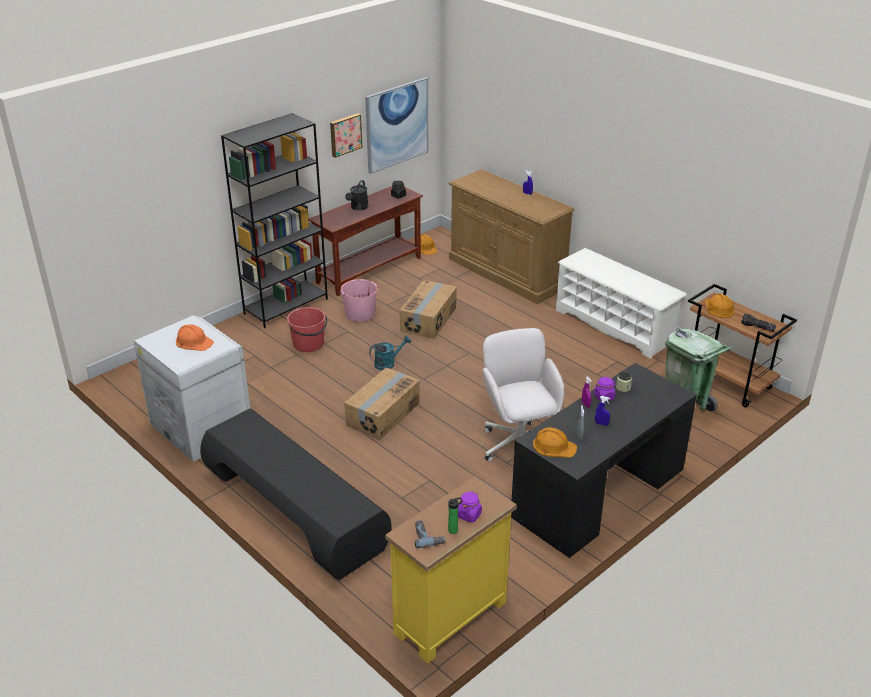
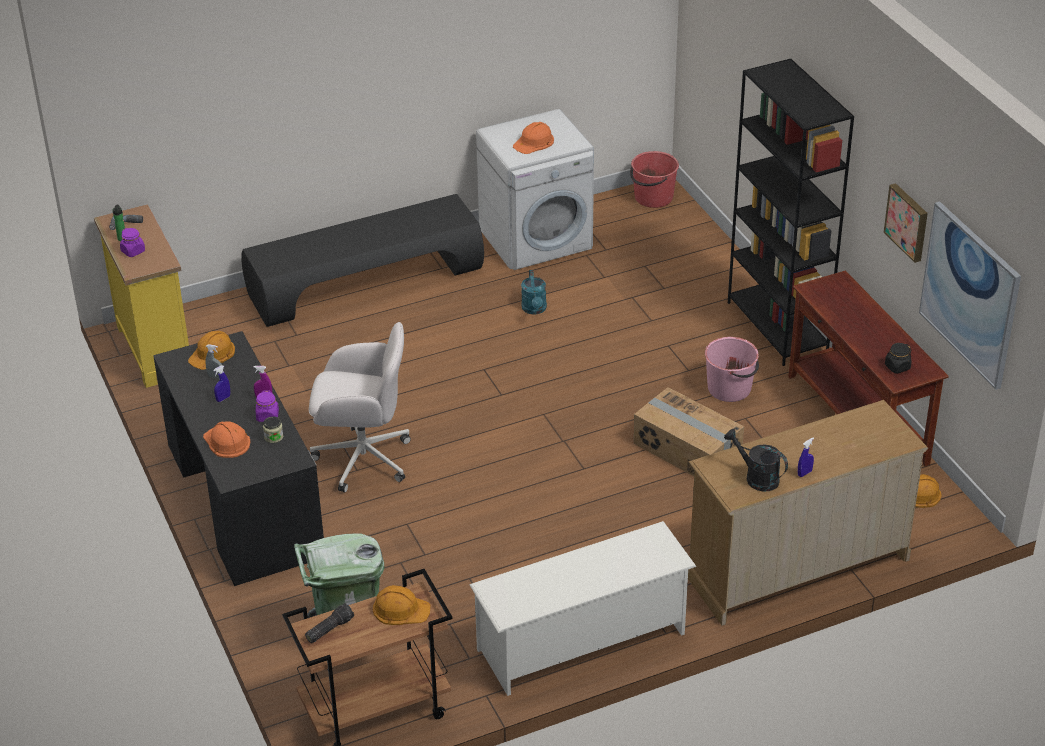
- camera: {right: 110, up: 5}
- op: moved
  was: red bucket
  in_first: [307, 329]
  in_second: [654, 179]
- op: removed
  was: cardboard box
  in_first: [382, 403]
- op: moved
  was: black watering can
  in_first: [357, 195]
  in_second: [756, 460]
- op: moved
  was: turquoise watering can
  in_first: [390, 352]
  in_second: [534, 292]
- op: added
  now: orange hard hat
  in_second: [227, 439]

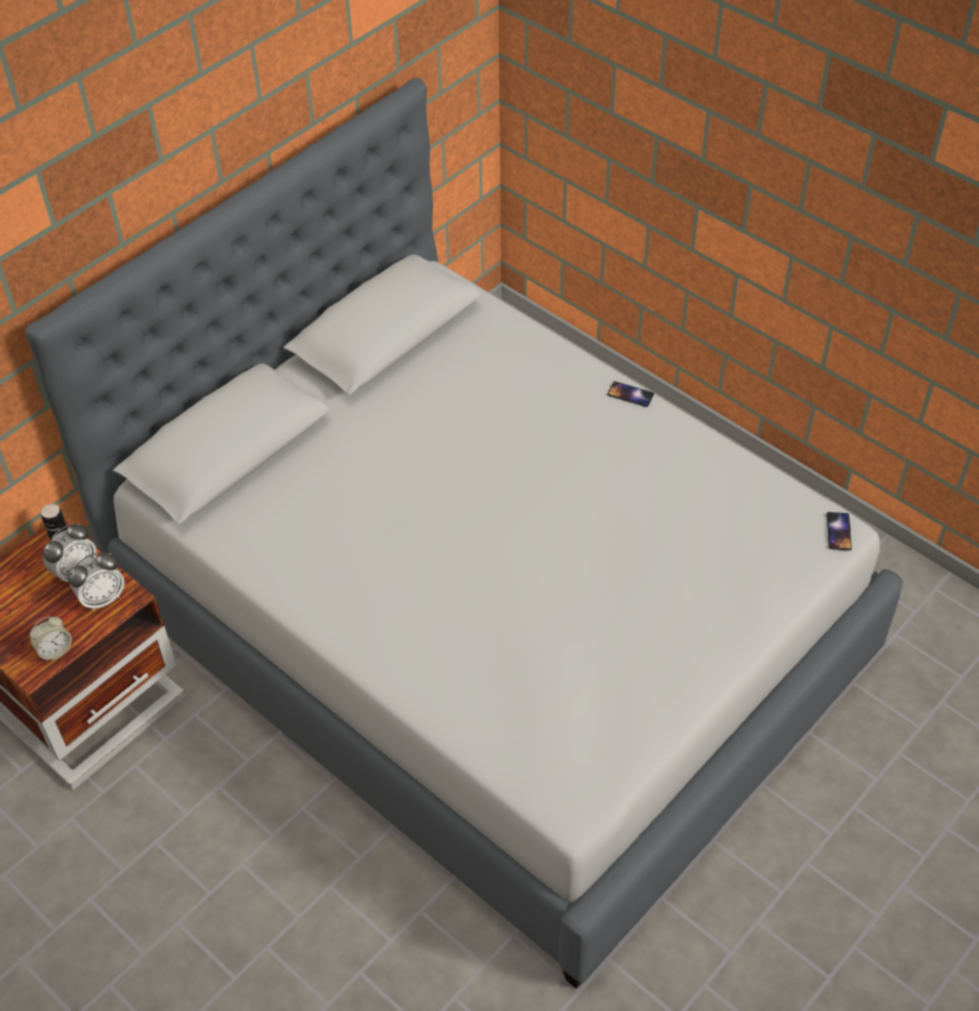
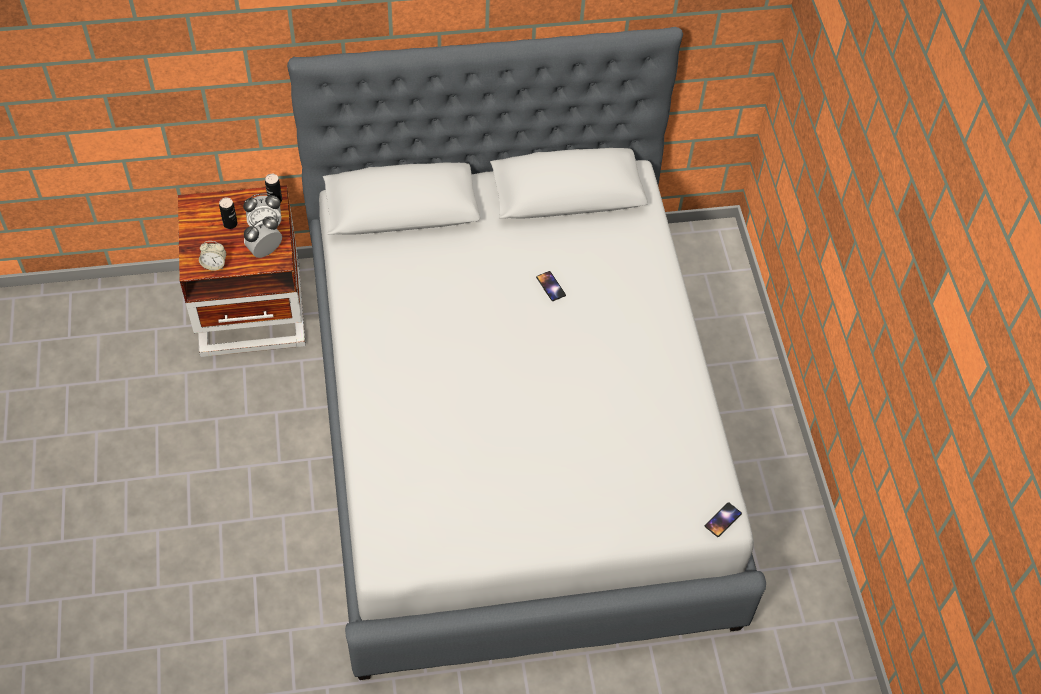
- camera: {right: 35, up: 5}
- op: turned
  was: alarm clock
  in_first: [96, 582]
  in_second: [263, 237]
  clockwise: 135
- op: moved
  was: phone
  in_first: [630, 394]
  in_second: [551, 286]
- op: added
  now: can
  in_second: [228, 213]

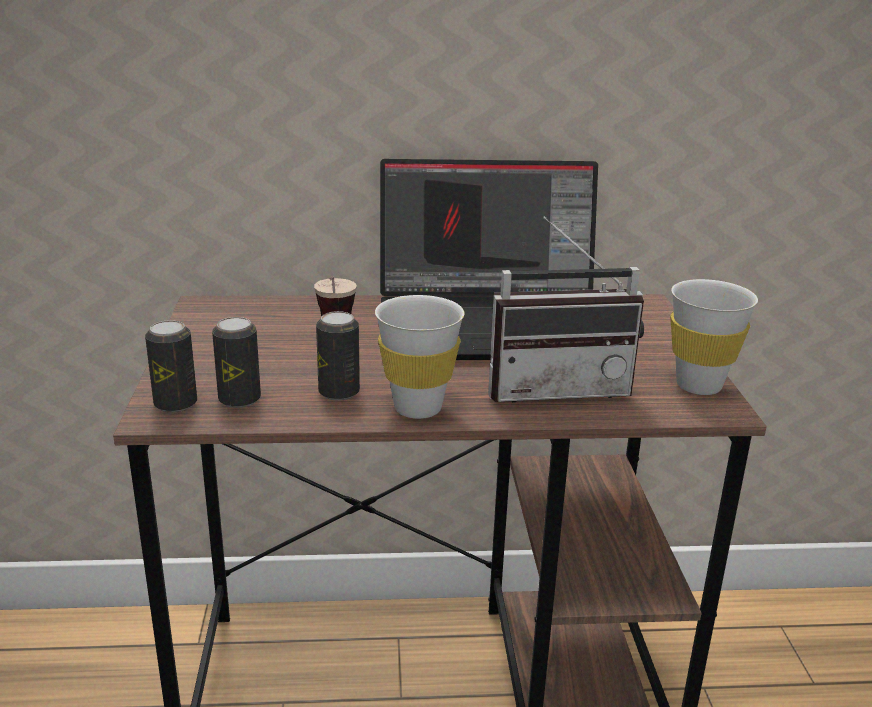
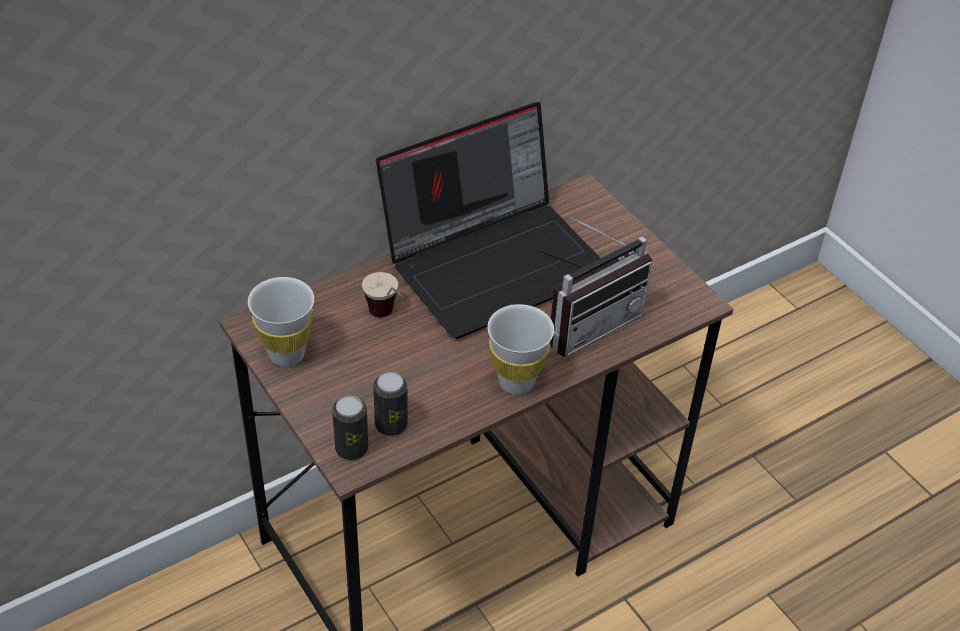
- camera: {right: -30, up: 20}
- op: removed
  was: can
  in_first: [338, 356]
- op: moved
  was: white cup
  in_first: [714, 337]
  in_second: [281, 322]

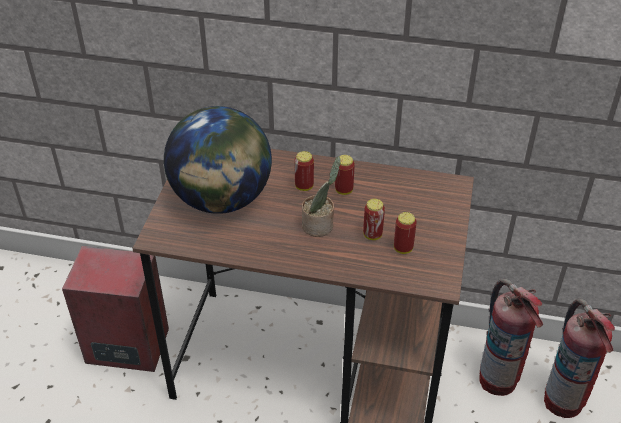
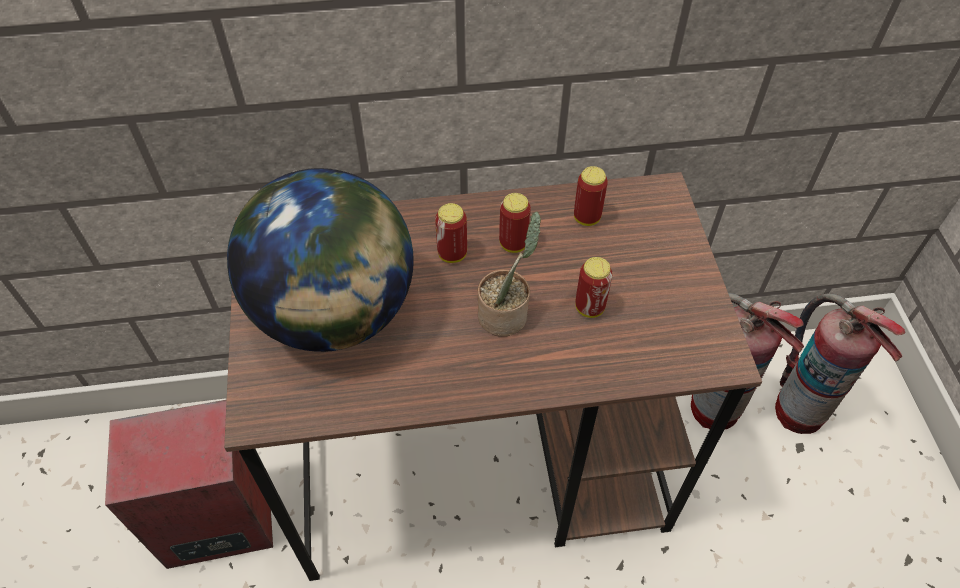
- camera: {right: -20, up: 10}
- op: moved
  was: can
  in_first: [405, 233]
  in_second: [591, 196]

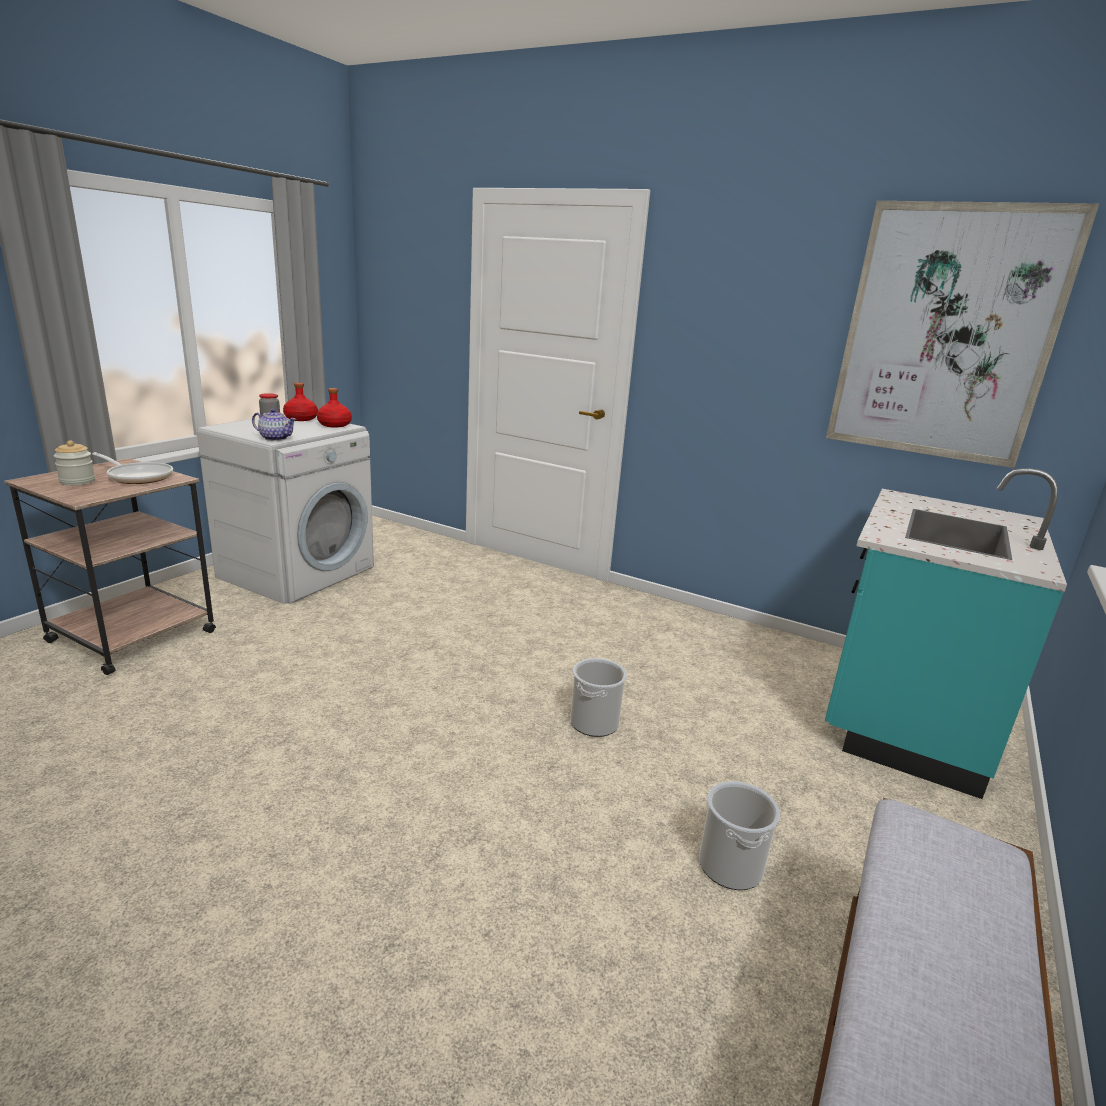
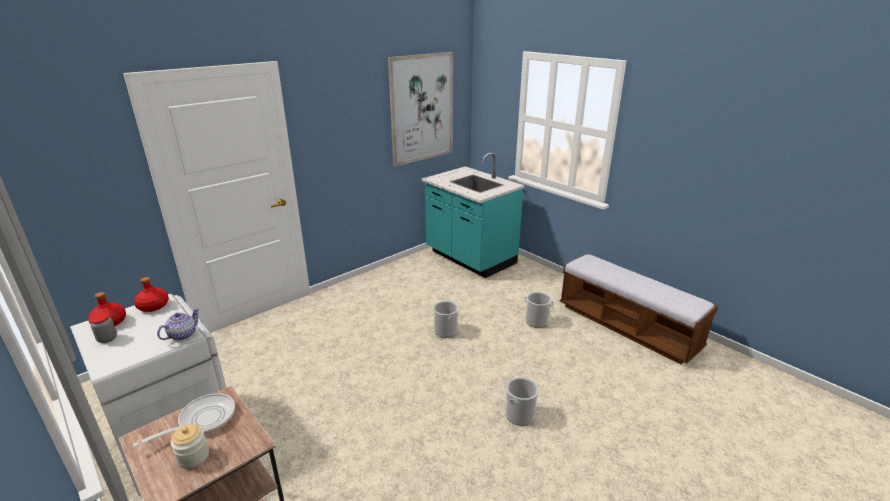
- camera: {right: -70, up: 5}
- op: added
  now: bucket
  in_second: [522, 401]

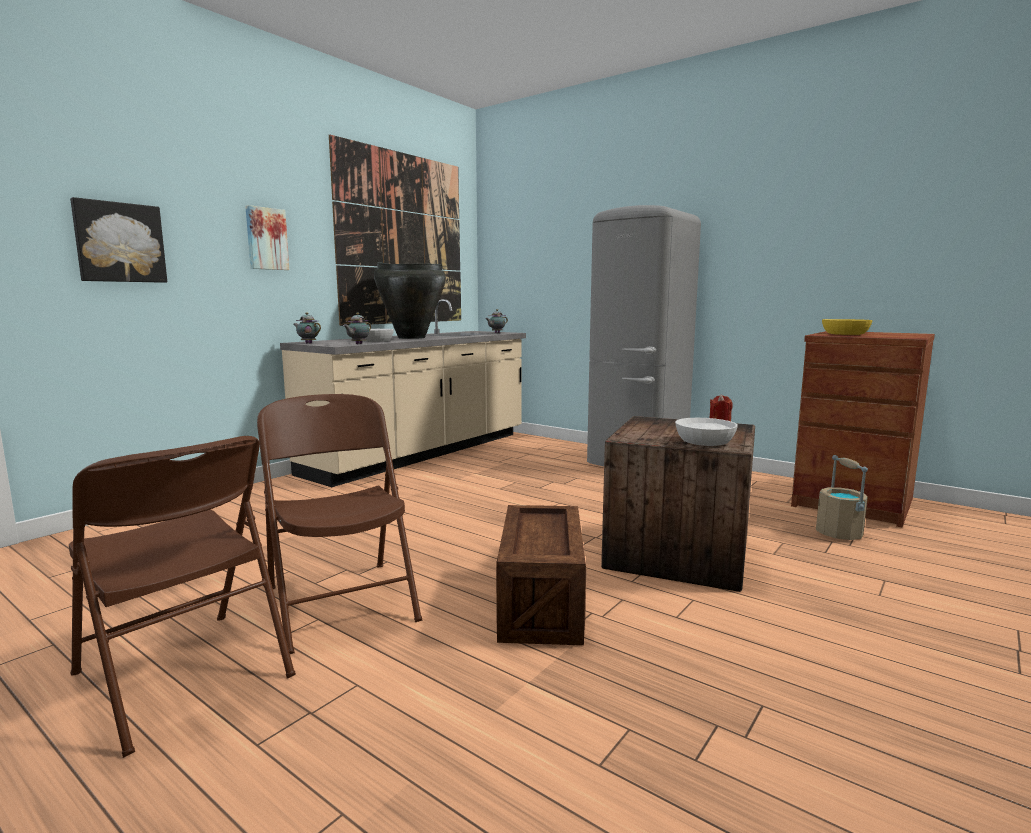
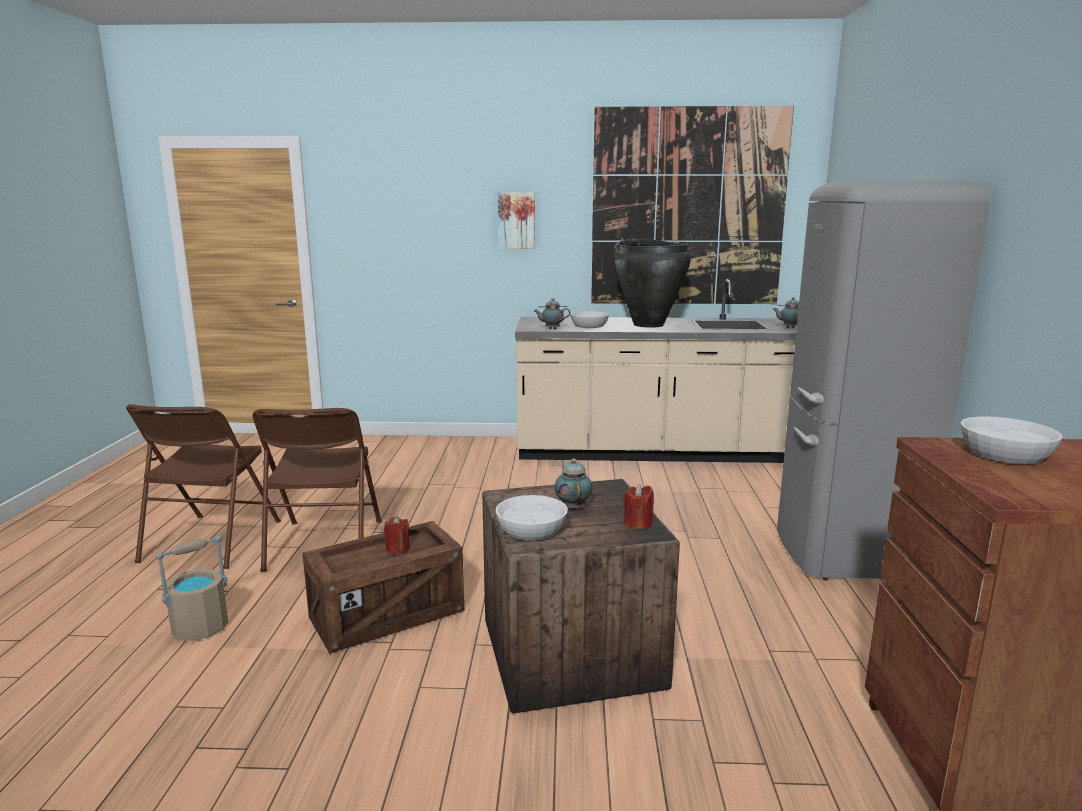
- camera: {right: 55, up: 5}
- op: removed
  was: picture
  in_first: [118, 240]
- op: turned
  was: brown chair
  in_first: [339, 524]
  in_second: [317, 490]
  clockwise: 150
- op: moved
  was: teapot
  in_first: [307, 328]
  in_second: [573, 484]
- op: moved
  was: beige bucket
  in_first: [842, 497]
  in_second: [192, 588]
- op: recoloured
  was: yellow bowl
  now: white bowl
  in_first: [847, 327]
  in_second: [1011, 440]
- op: added
  now: red candle
  in_second: [396, 535]

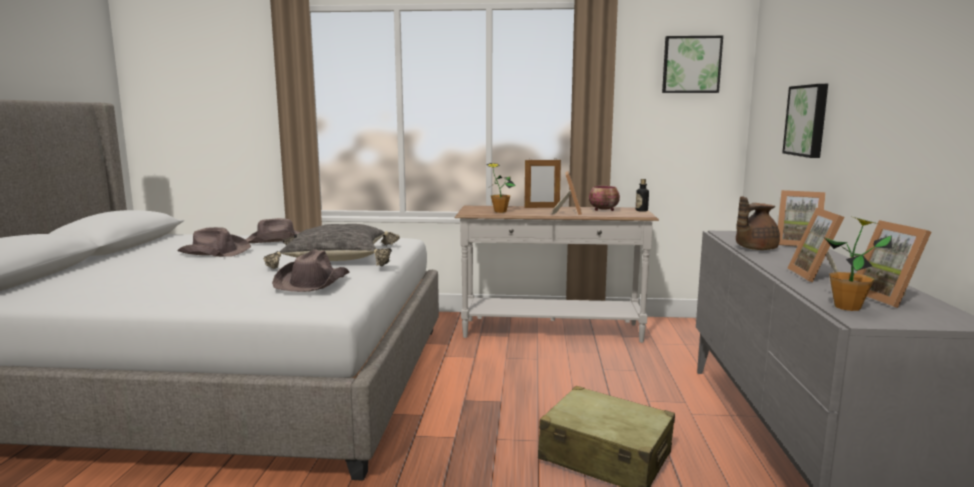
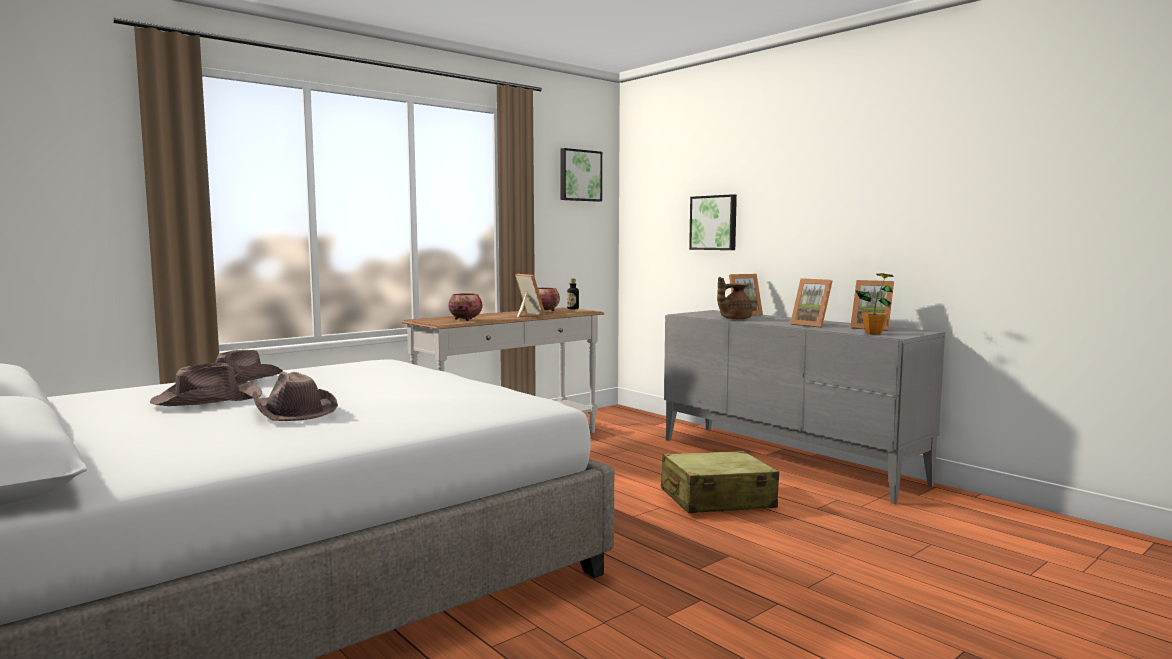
- camera: {right: -45, up: -5}
- op: removed
  was: pillow
  in_first: [332, 246]
- op: moved
  was: brown hat
  in_first: [311, 270]
  in_second: [295, 396]
- op: replaced
  was: potted plant
  now: bowl
  in_first: [501, 188]
  in_second: [465, 307]
- op: removed
  was: picture frame
  in_first: [542, 183]
- op: turned
  was: brown teapot
  in_first: [758, 223]
  in_second: [734, 298]
  clockwise: 45

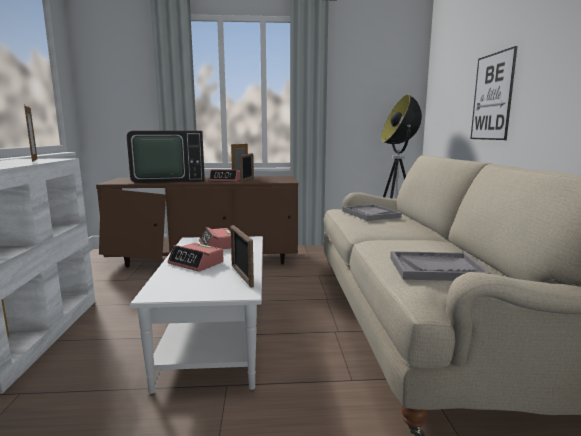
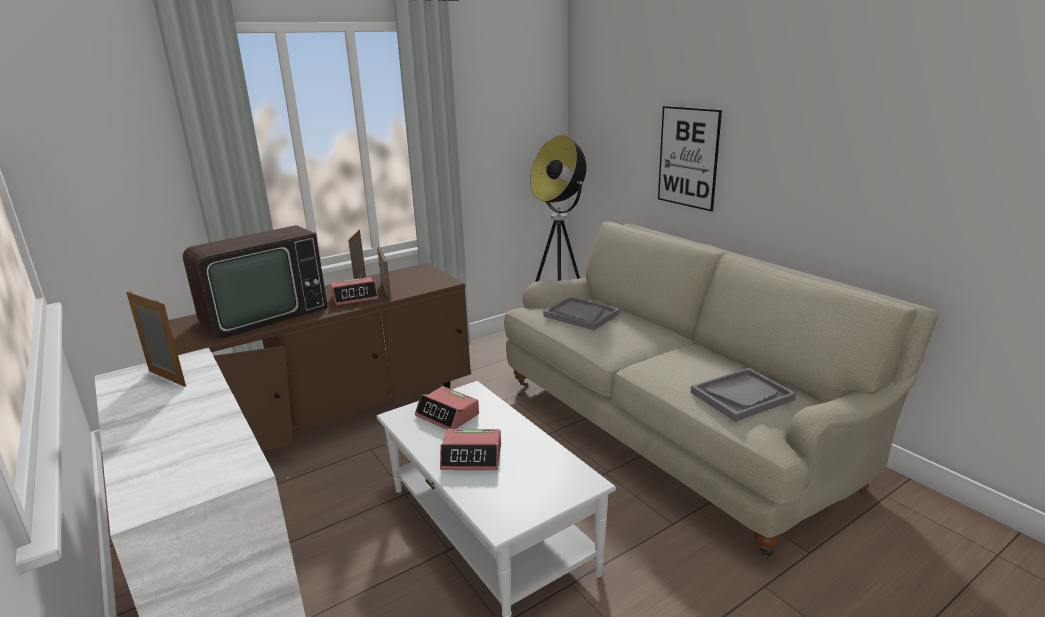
- camera: {right: -30, up: 10}
- op: removed
  was: picture frame
  in_first: [242, 256]

